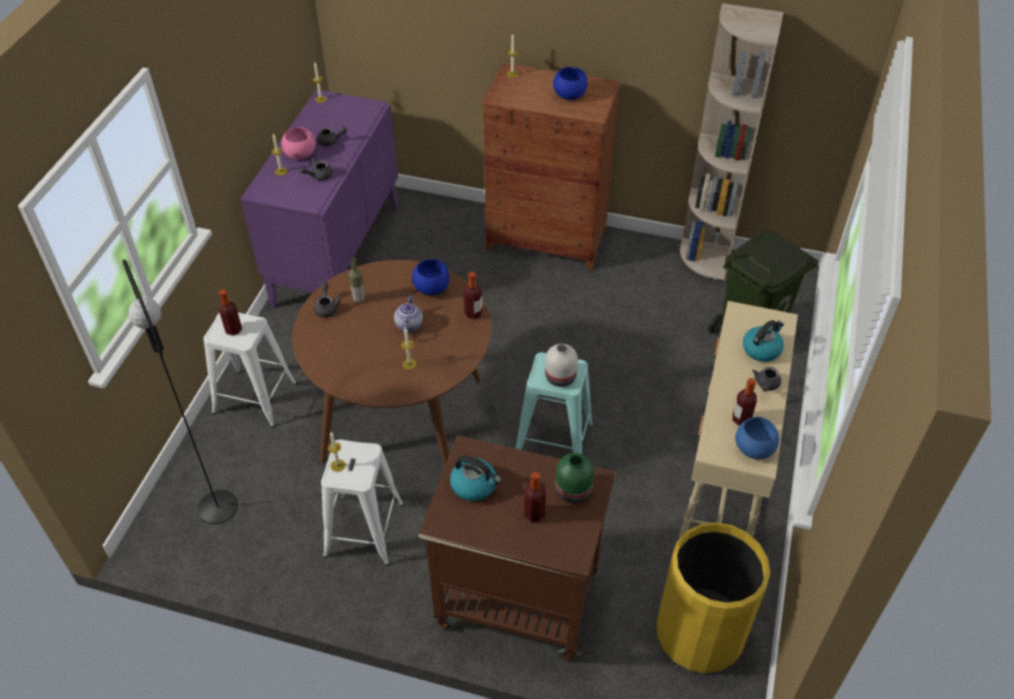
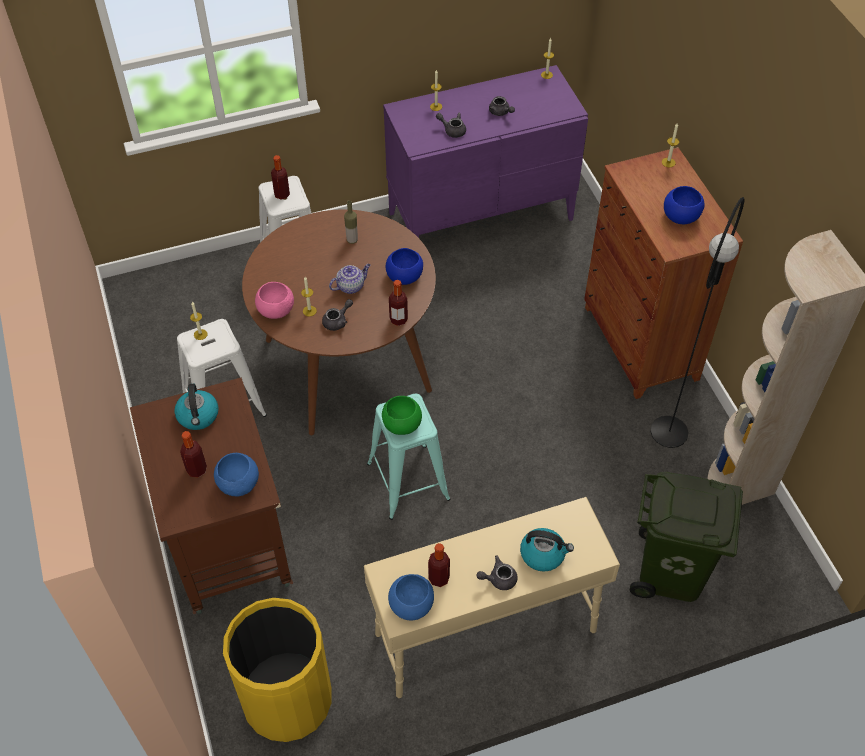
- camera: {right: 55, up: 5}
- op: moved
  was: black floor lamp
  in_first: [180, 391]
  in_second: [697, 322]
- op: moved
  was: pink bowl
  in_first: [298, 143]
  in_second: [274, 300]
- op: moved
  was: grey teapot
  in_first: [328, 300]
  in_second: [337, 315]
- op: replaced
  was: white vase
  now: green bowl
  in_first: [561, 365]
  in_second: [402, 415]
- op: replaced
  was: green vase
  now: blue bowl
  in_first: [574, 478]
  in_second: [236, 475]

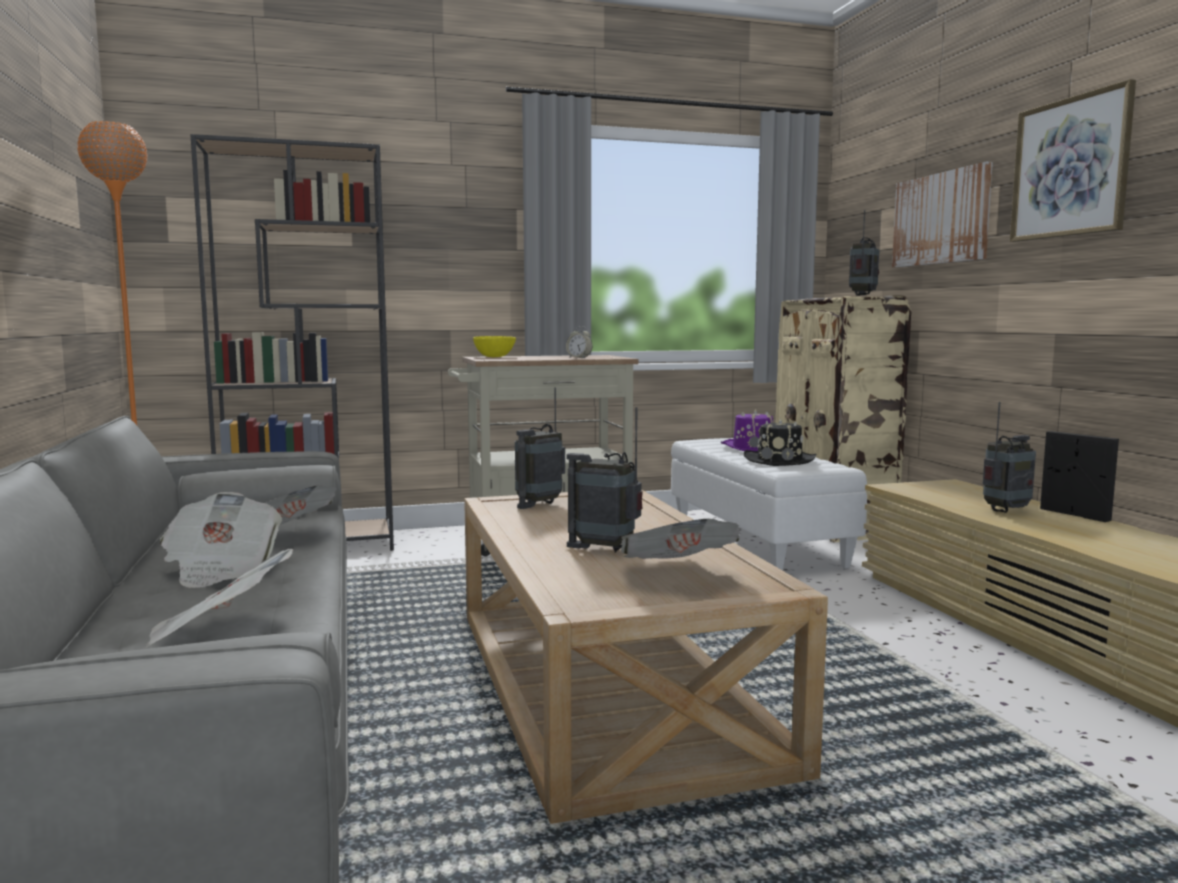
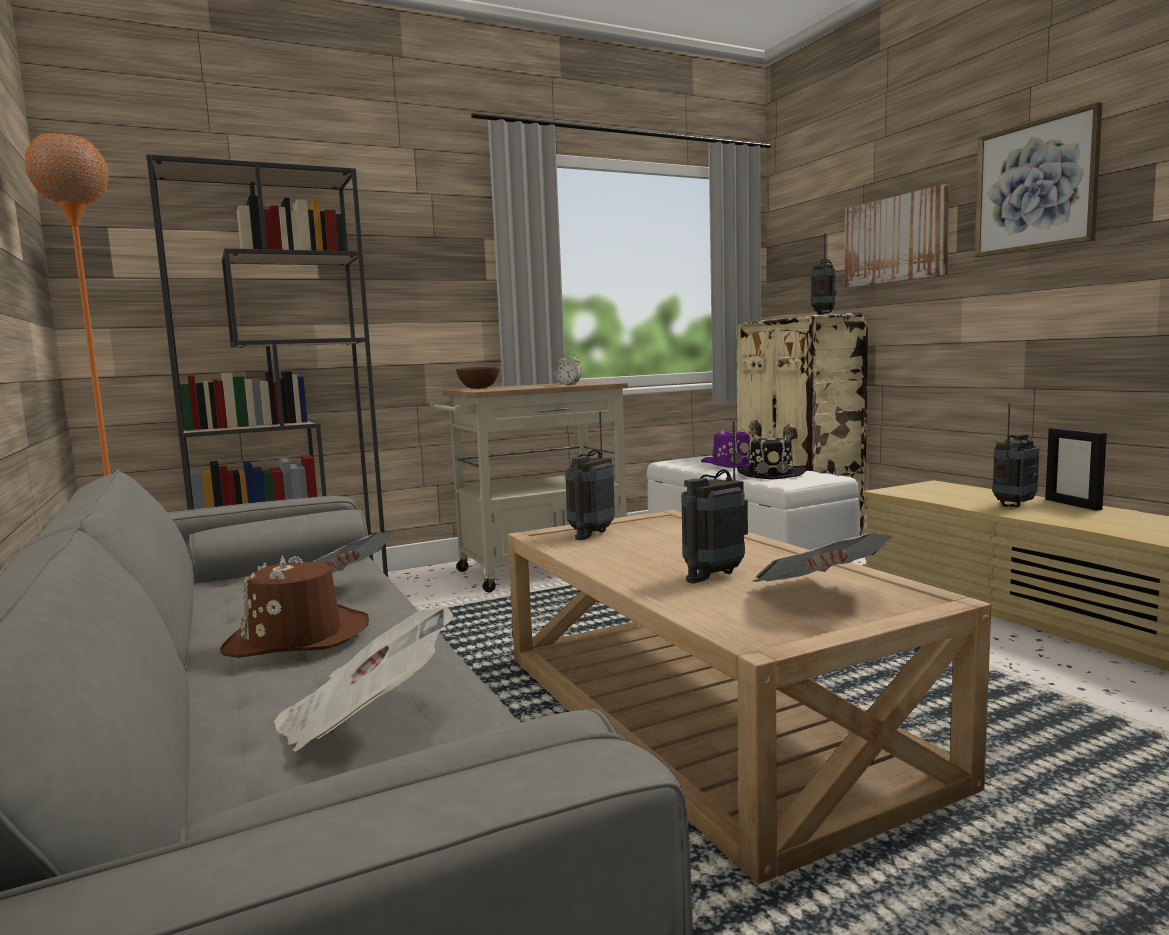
- camera: {right: -10, up: 0}
- op: replaced
  was: newspaper
  now: brown hat
  in_first: [221, 540]
  in_second: [294, 606]
- op: recoloured
  was: yellow bowl
  now: brown bowl
  in_first: [494, 346]
  in_second: [478, 378]
- op: turned
  was: radio
  in_first: [604, 480]
  in_second: [714, 502]
  clockwise: -45
- op: turned
  was: picture frame
  in_first: [1079, 476]
  in_second: [1076, 469]
  clockwise: -150

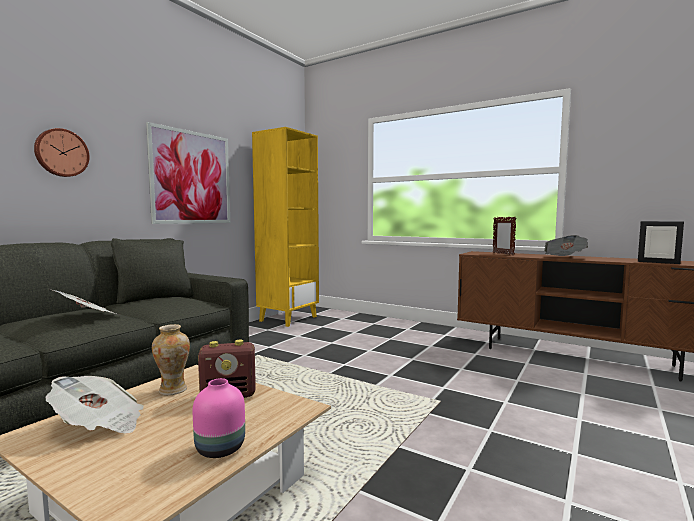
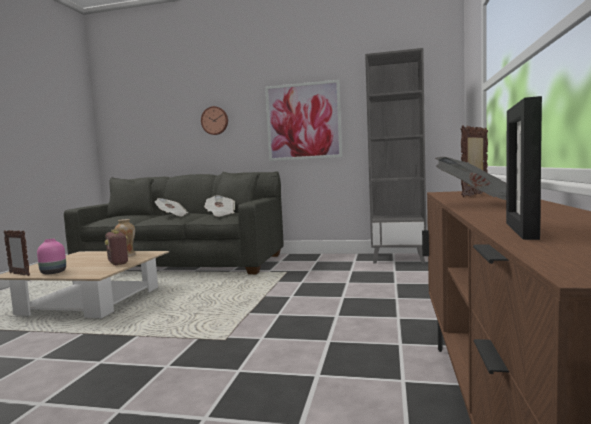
- camera: {right: 70, up: 0}
- op: moved
  was: newspaper
  in_first: [94, 405]
  in_second: [219, 206]
- op: recoloured
  was: yellow bookcase
  now: grey bookcase
  in_first: [285, 227]
  in_second: [395, 156]
- op: added
  now: picture frame
  in_second: [17, 253]

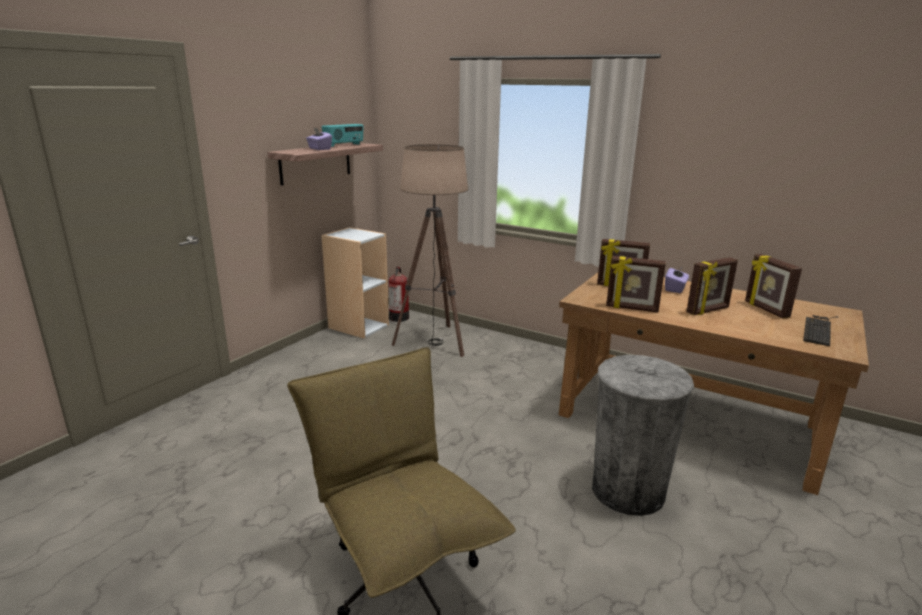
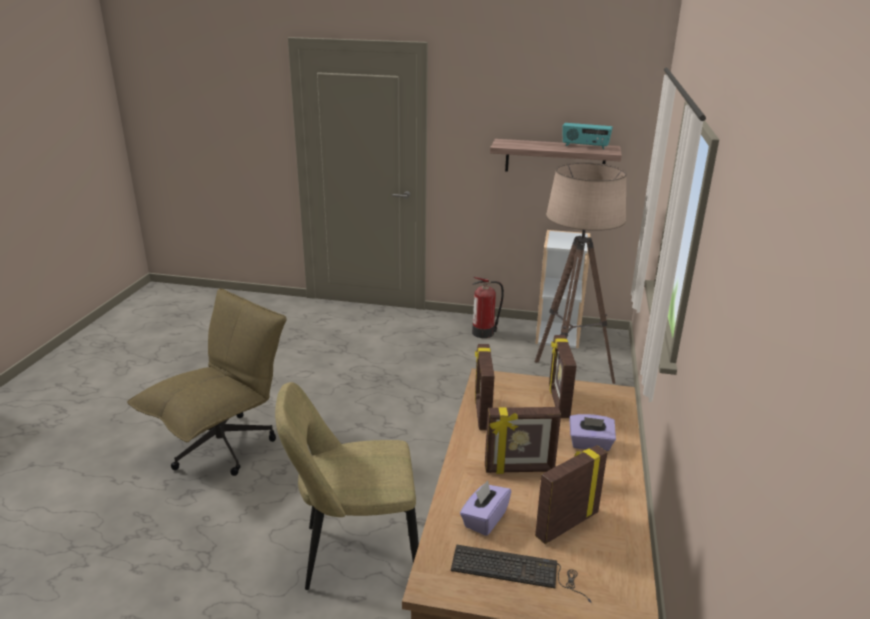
- camera: {right: 70, up: 5}
- op: moved
  was: purple tissue box
  in_first: [319, 138]
  in_second: [485, 508]
- op: moved
  was: fire extinguisher
  in_first: [399, 294]
  in_second: [488, 307]
- op: replaced
  was: grey trash can
  now: beige chair
  in_first: [643, 435]
  in_second: [347, 486]
- op: turned
  was: picture frame
  in_first: [712, 286]
  in_second: [523, 440]
  clockwise: -45

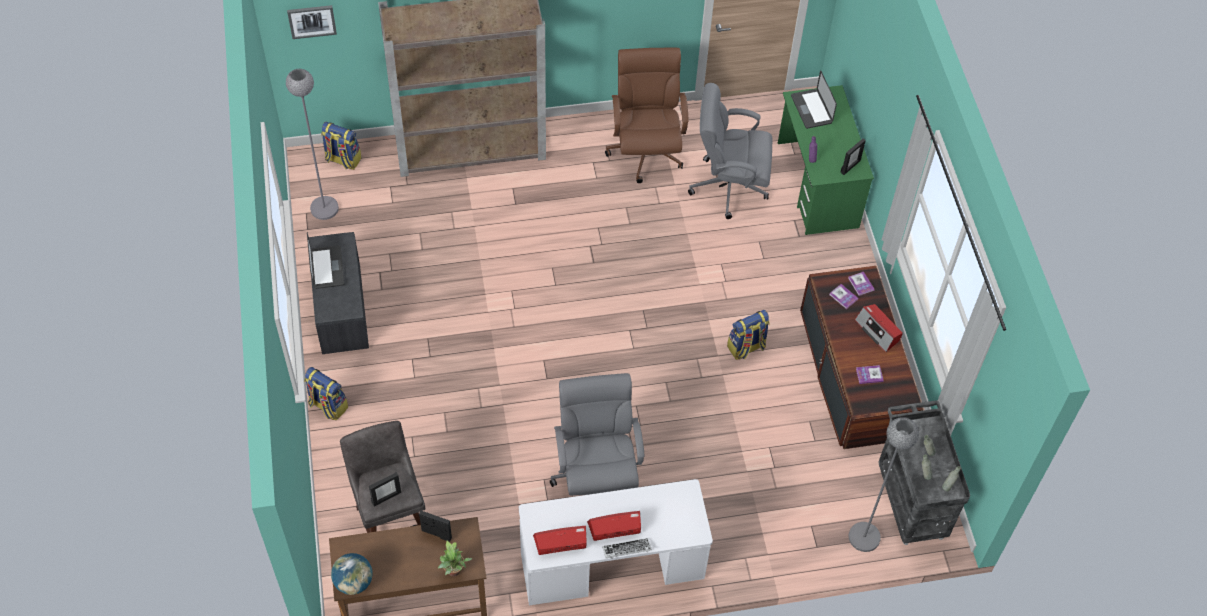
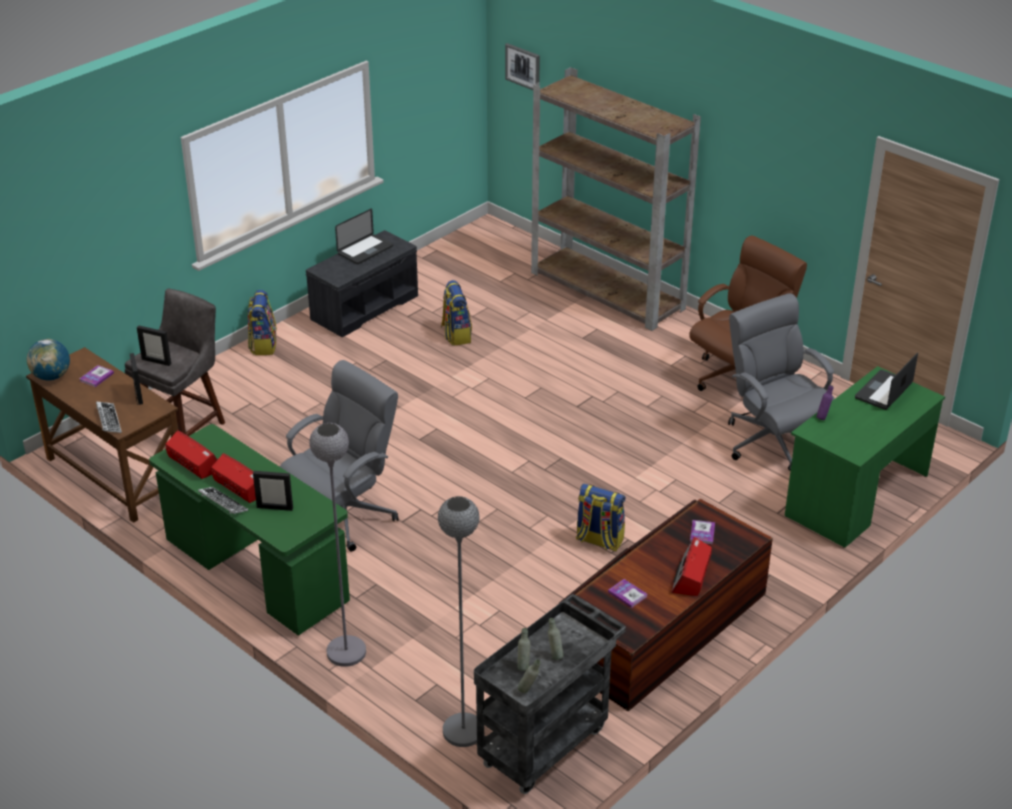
- camera: {right: 55, up: -20}
- op: moved
  was: grey floor lamp
  in_first: [312, 144]
  in_second: [337, 545]
- op: moved
  was: backpack
  in_first: [341, 146]
  in_second: [456, 312]
- op: replaced
  was: potted plant
  now: keyboard
  in_first: [455, 558]
  in_second: [109, 417]
- op: recoloured
  was: white desk
  now: green desk
  in_first: [616, 542]
  in_second: [249, 530]
- op: moved
  was: picture frame
  in_first: [853, 156]
  in_second: [273, 491]
- op: moved
  was: book
  in_first: [861, 284]
  in_second: [97, 376]

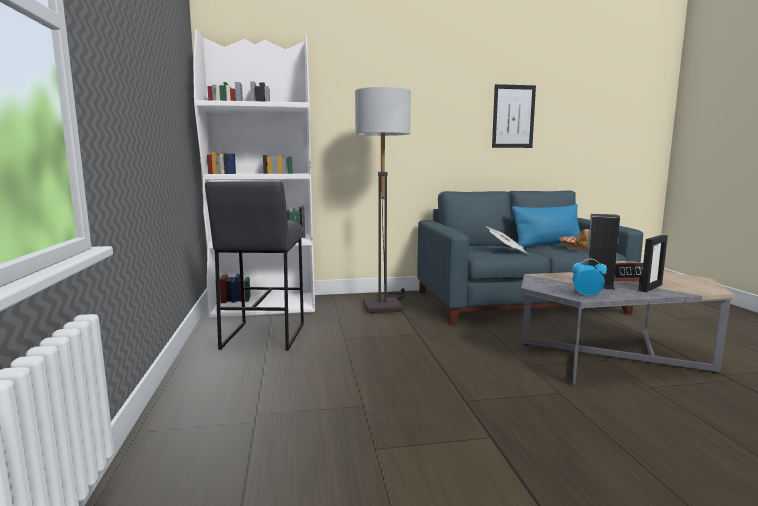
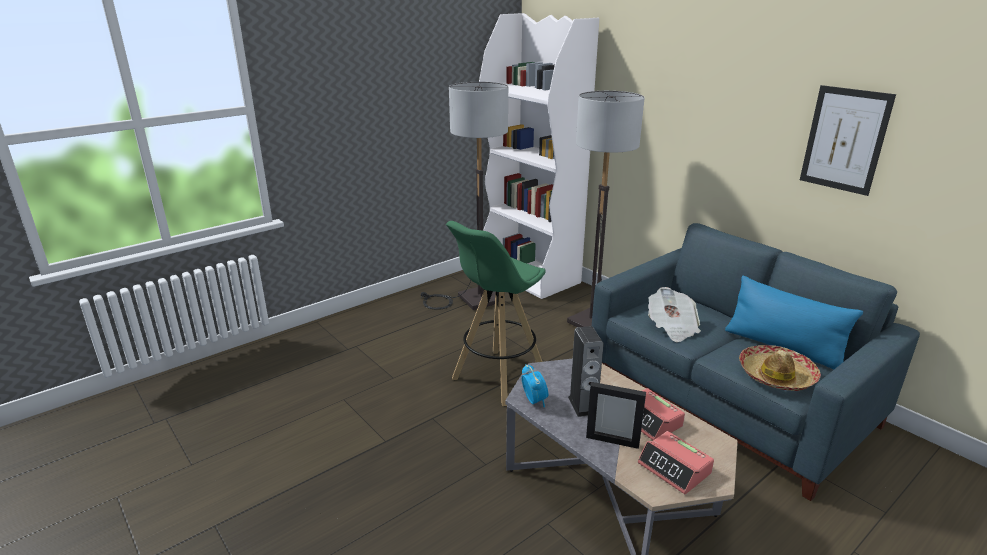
- camera: {right: 60, up: 15}
- op: replaced
  was: grey stool
  now: floor lamp
  in_first: [254, 265]
  in_second: [464, 196]
- op: added
  now: green stool
  in_second: [496, 313]
- op: added
  now: alarm clock
  in_second: [676, 462]

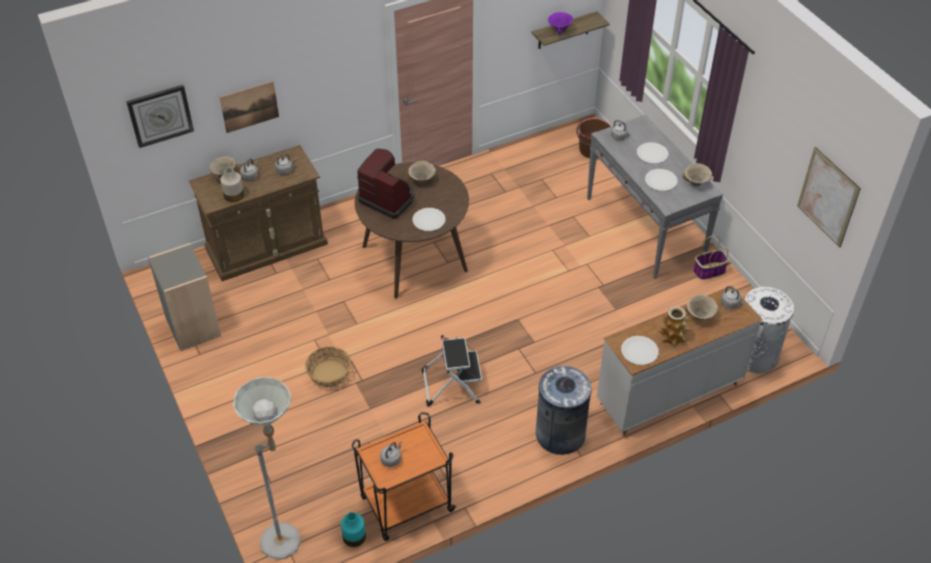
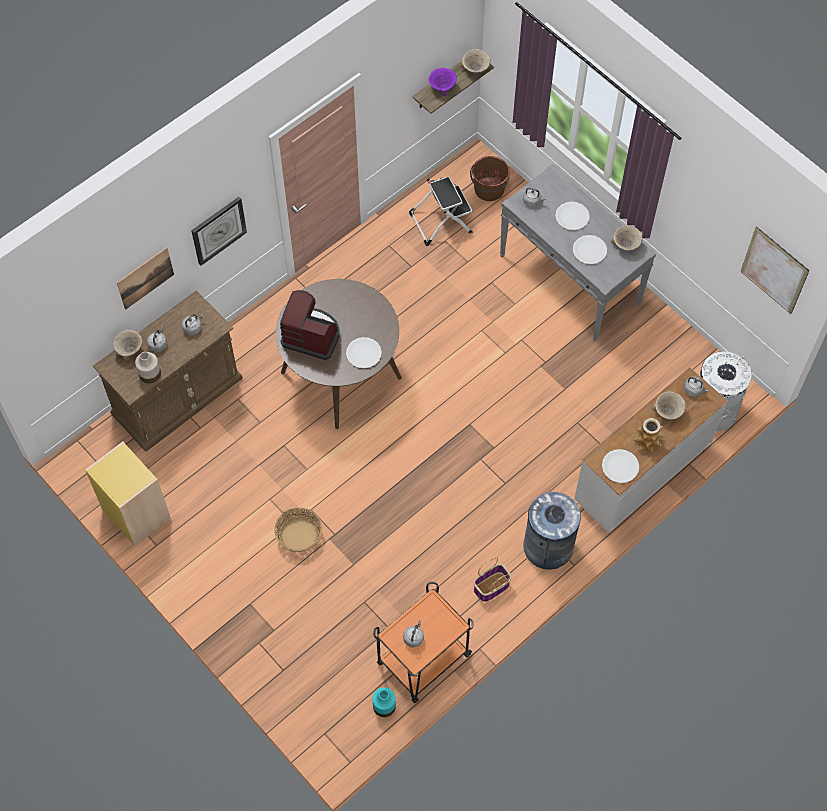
- camera: {right: -15, up: 15}
- op: moved
  was: wall clock
  in_first: [160, 116]
  in_second: [219, 231]
- op: recoloured
  was: grey bookcase
  now: yellow bookcase
  in_first: [184, 297]
  in_second: [128, 494]
- op: removed
  was: grey floor lamp
  in_first: [267, 468]
- op: moved
  was: beige bowl
  in_first: [422, 172]
  in_second: [475, 61]
- op: moved
  was: step ladder
  in_first: [452, 371]
  in_second: [441, 211]
- op: moved
  was: basket
  in_first: [711, 257]
  in_second: [493, 580]

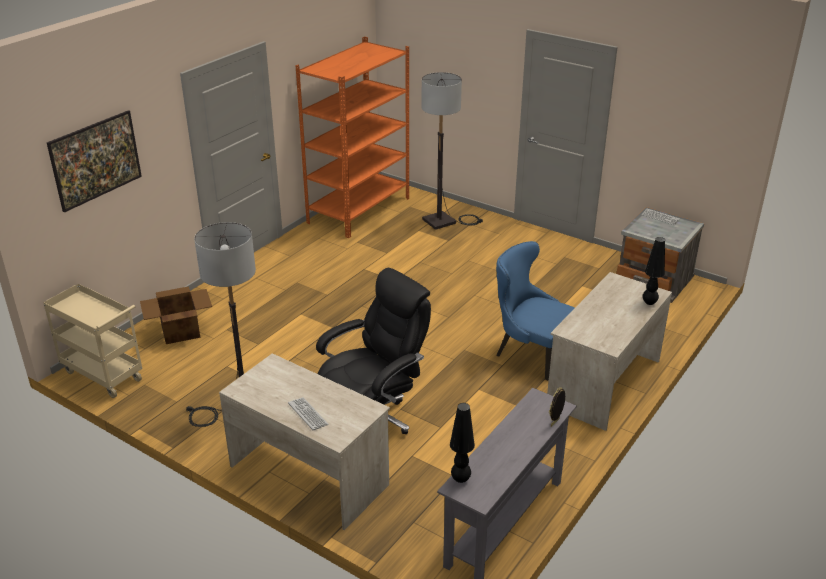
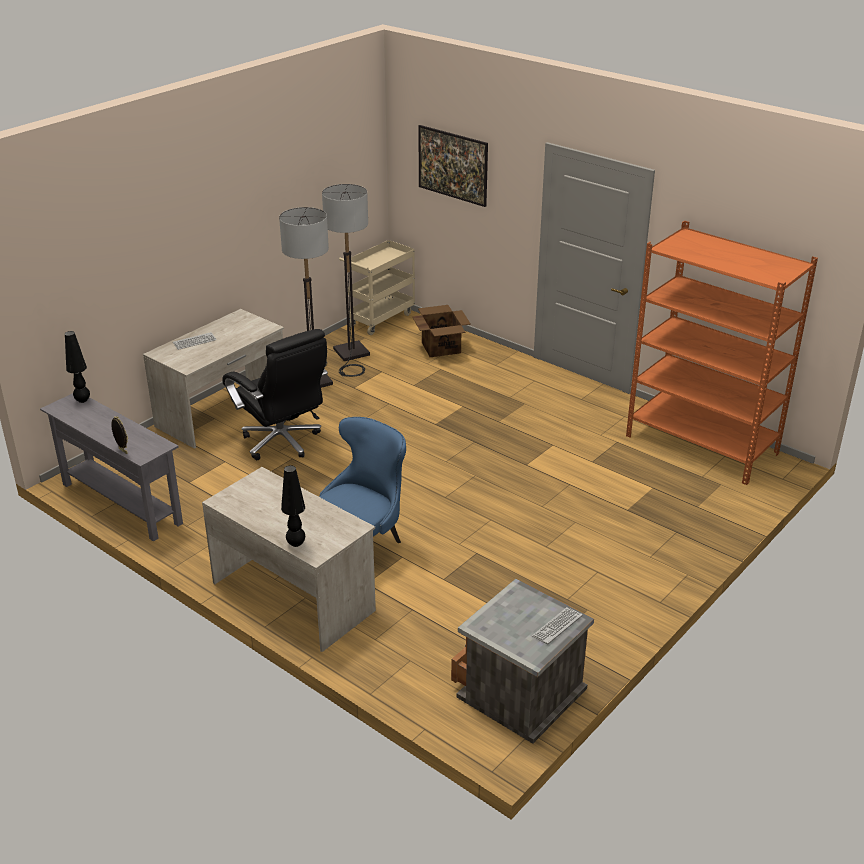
- camera: {right: 95, up: 0}
- op: moved
  was: floor lamp
  in_first: [452, 151]
  in_second: [346, 280]

